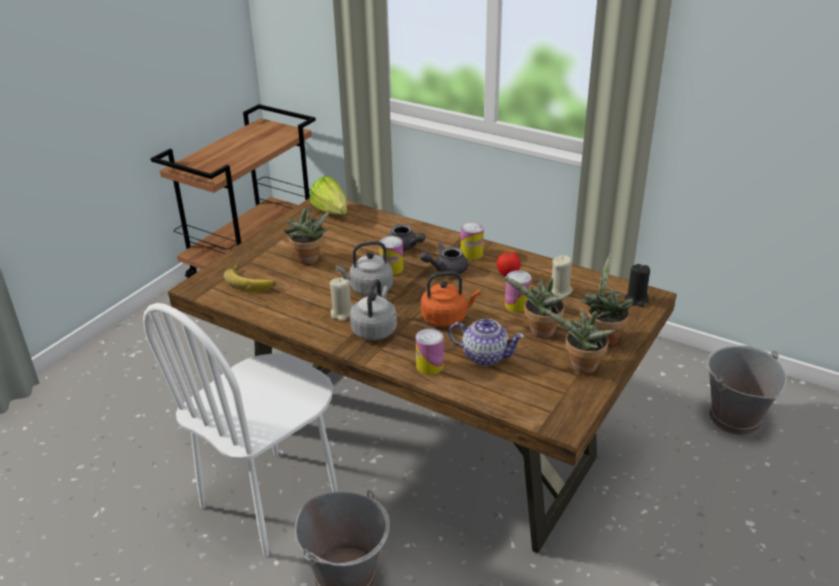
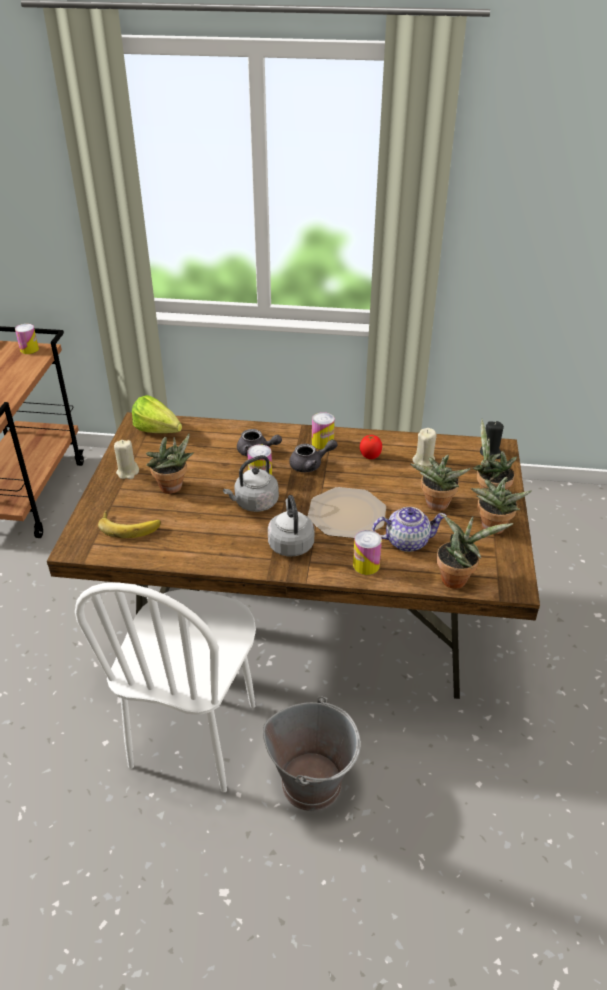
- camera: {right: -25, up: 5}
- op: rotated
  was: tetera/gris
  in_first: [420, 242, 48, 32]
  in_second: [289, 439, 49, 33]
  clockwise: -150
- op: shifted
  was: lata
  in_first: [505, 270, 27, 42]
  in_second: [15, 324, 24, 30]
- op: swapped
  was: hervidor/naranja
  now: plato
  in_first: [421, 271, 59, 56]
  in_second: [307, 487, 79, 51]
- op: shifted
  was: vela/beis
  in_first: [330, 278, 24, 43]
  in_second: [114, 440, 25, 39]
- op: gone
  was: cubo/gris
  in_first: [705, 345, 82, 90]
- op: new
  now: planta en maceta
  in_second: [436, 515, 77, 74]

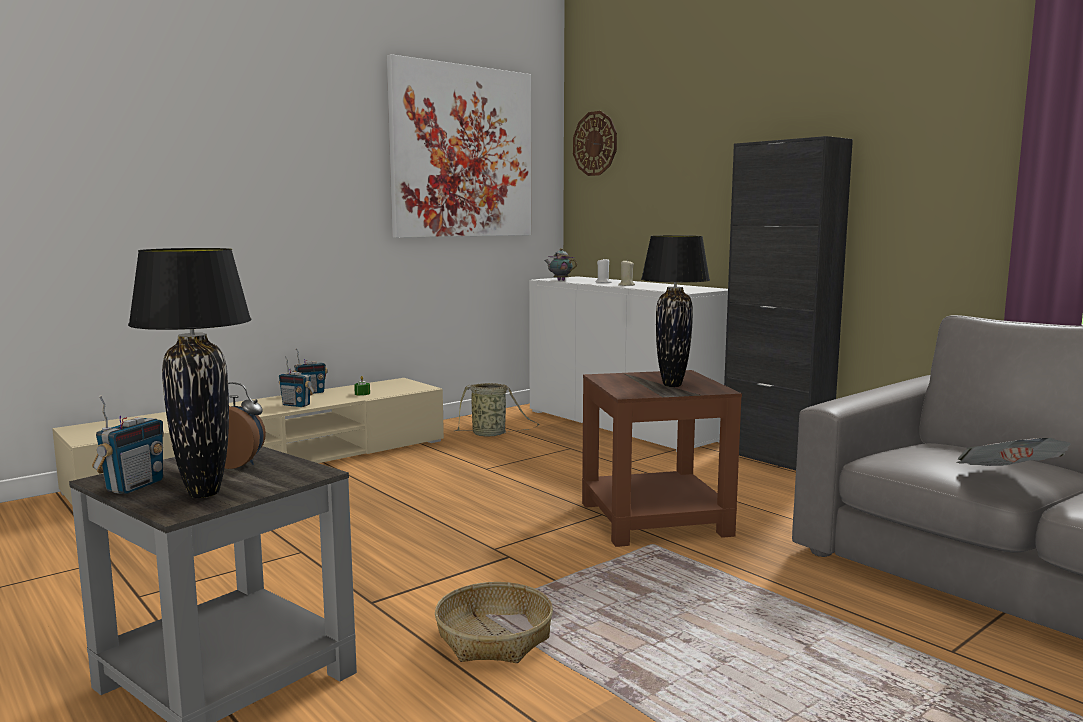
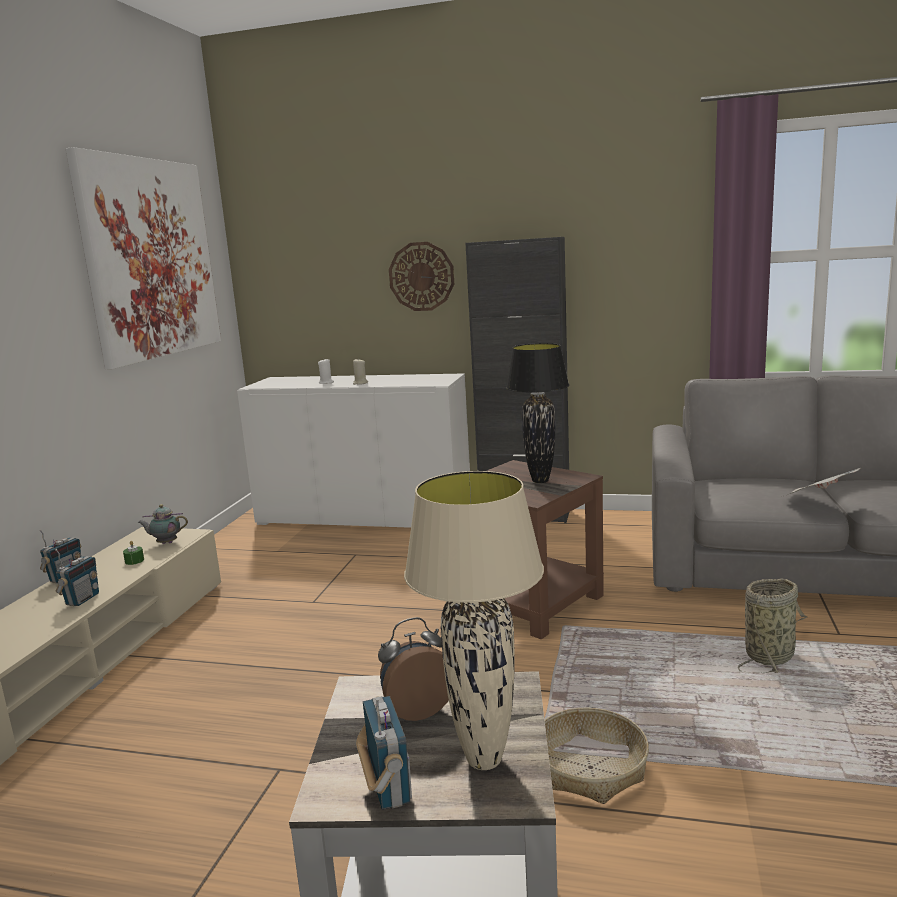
- camera: {right: -35, up: 5}
- op: shifted
  was: reloj de pared
  in_first: [573, 111, 44, 65]
  in_second: [389, 242, 65, 69]
- op: repainted
  was: lámpara de mesa/negro
  now: lámpara de mesa/beis
  in_first: [128, 248, 123, 250]
  in_second: [404, 471, 140, 299]
- op: shifted
  was: tetera
  in_first: [544, 248, 33, 33]
  in_second: [138, 504, 50, 40]
- op: rotated
  was: radio
  in_first: [279, 356, 36, 51]
  in_second: [55, 549, 44, 57]
  clockwise: -60
- op: shifted
  was: cesta
  in_first: [454, 383, 86, 53]
  in_second: [738, 579, 70, 94]

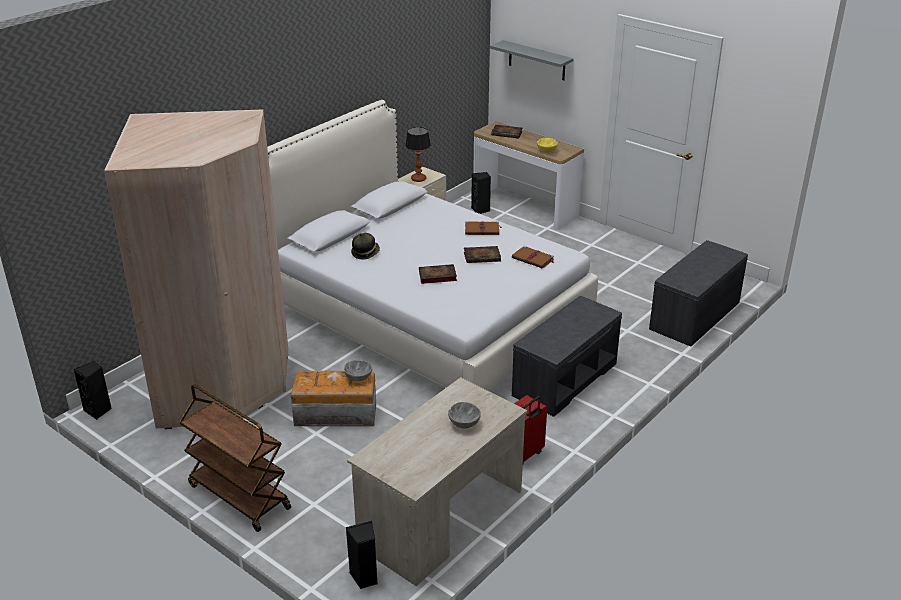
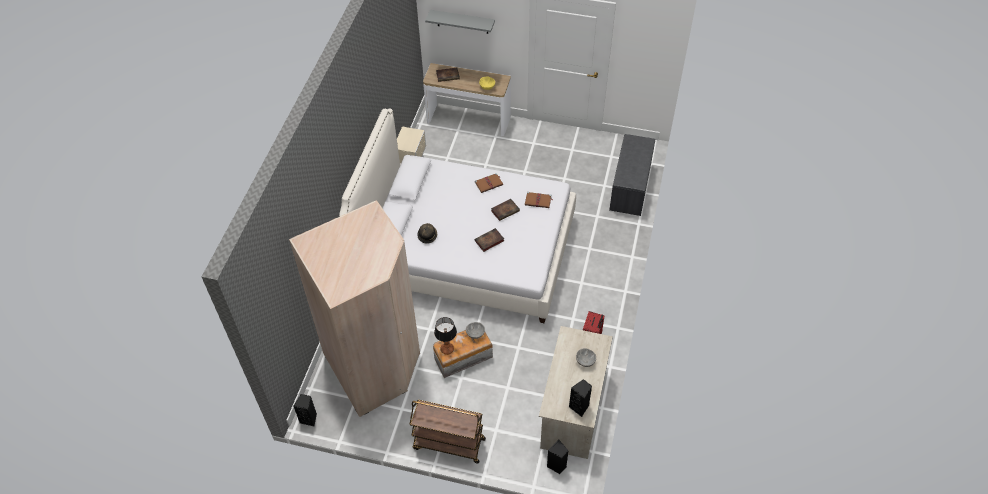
- camera: {right: -25, up: 20}
- op: shifted
  was: lámpara de mesa
  in_first: [405, 127, 26, 55]
  in_second: [434, 317, 23, 38]
- op: shifted
  was: altavoz/negro
  in_first: [471, 172, 20, 42]
  in_second: [569, 379, 23, 38]
- op: gone
  was: banco/gris
  in_first: [512, 296, 110, 121]

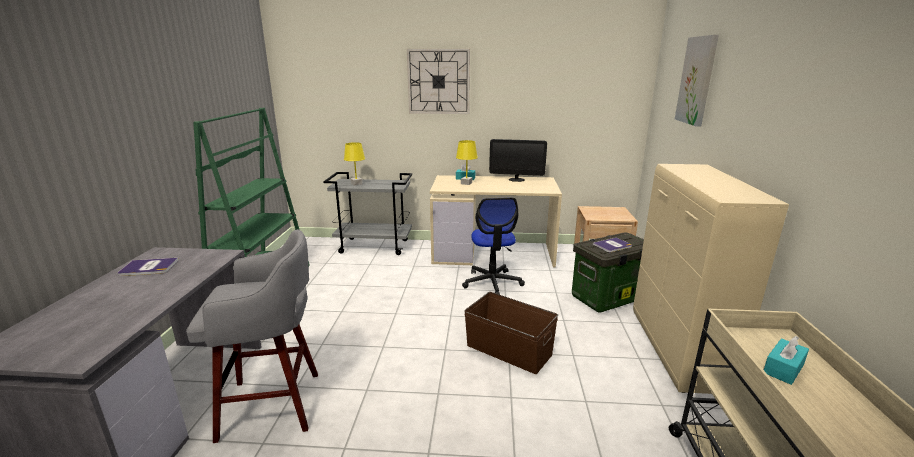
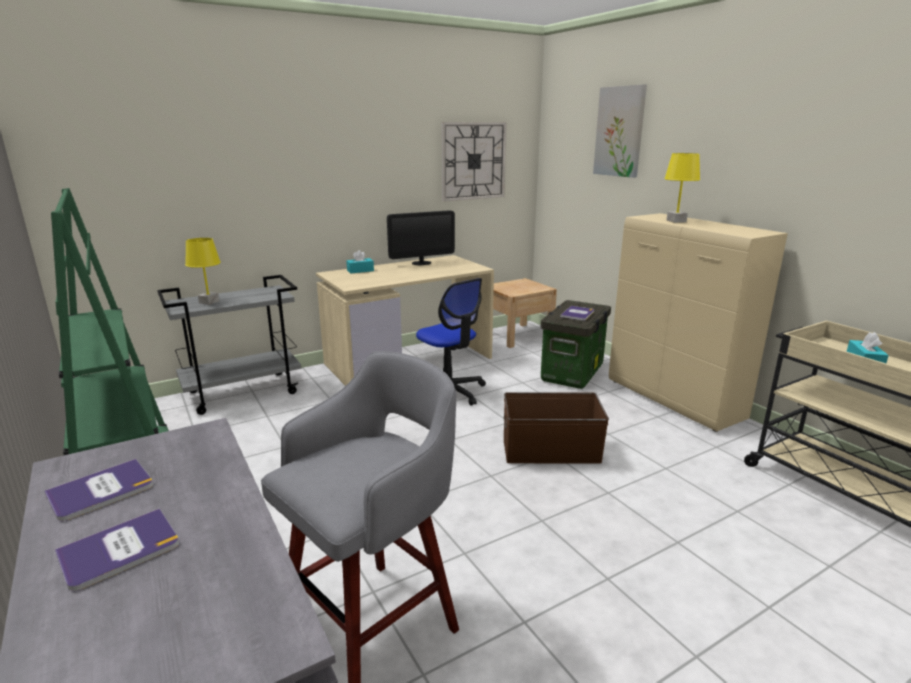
- camera: {right: -35, up: 0}
- op: shifted
  was: reloj de pared
  in_first: [407, 49, 63, 65]
  in_second: [441, 122, 66, 80]
- op: shifted
  was: lámpara de mesa/amarillo
  in_first: [456, 140, 22, 45]
  in_second: [664, 153, 36, 70]
- op: new
  now: libro
  in_second: [55, 508, 124, 84]

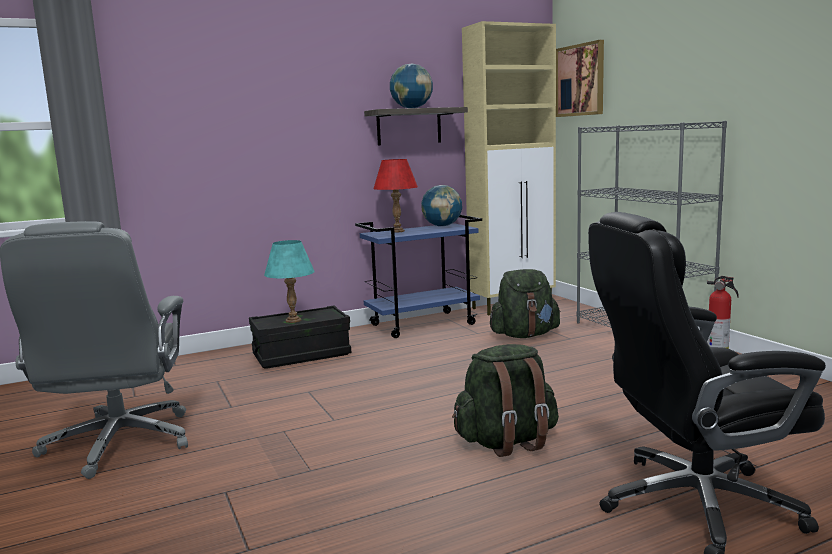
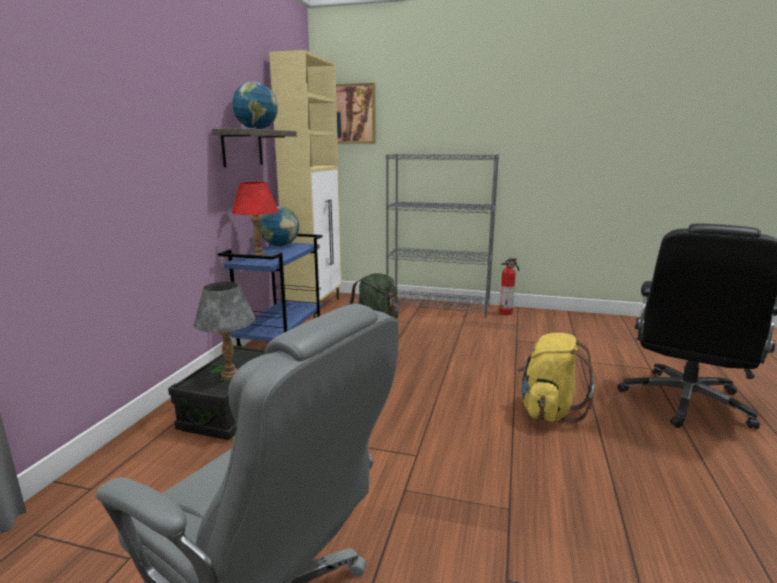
- camera: {right: -50, up: 5}
- op: repainted
  was: lámpara de mesa/turquesa
  now: lámpara de mesa/gris
  in_first: [264, 240, 51, 83]
  in_second: [193, 282, 62, 97]
- op: repainted
  was: mochila/verde
  now: mochila/amarillo
  in_first: [452, 344, 107, 113]
  in_second: [517, 333, 78, 90]

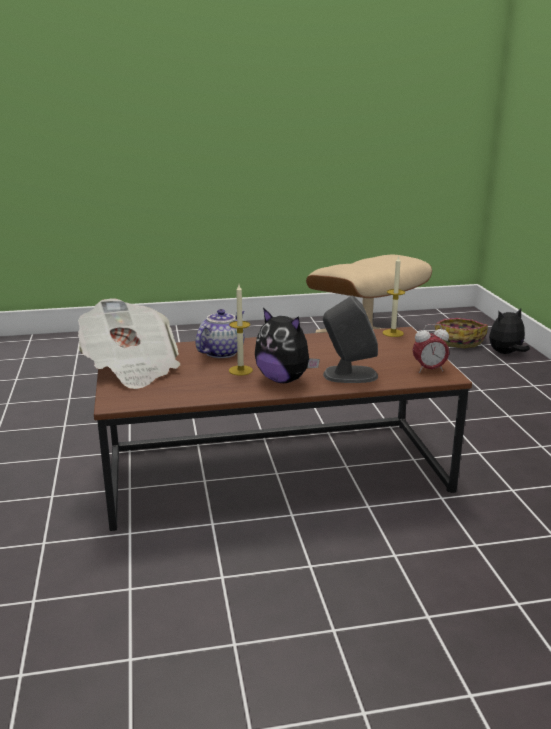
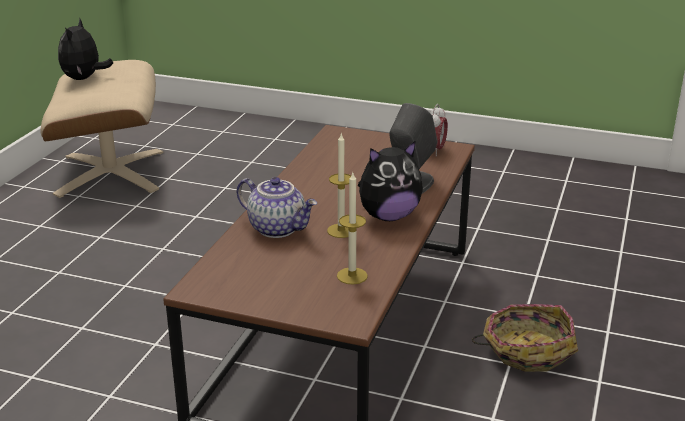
- camera: {right: -60, up: 5}
- op: shifted
  was: vela
  in_first: [382, 255, 23, 82]
  in_second: [337, 173, 31, 112]
- op: gone
  was: periódico
  in_first: [78, 299, 102, 90]
- op: shifted
  was: peluche
  in_first: [489, 308, 41, 46]
  in_second: [58, 18, 55, 62]
- op: rotated
  was: tetera
  in_first: [195, 309, 50, 49]
  in_second: [237, 177, 80, 61]
  clockwise: 150
- op: shifted
  was: cesta
  in_first: [434, 318, 54, 30]
  in_second: [472, 304, 106, 68]

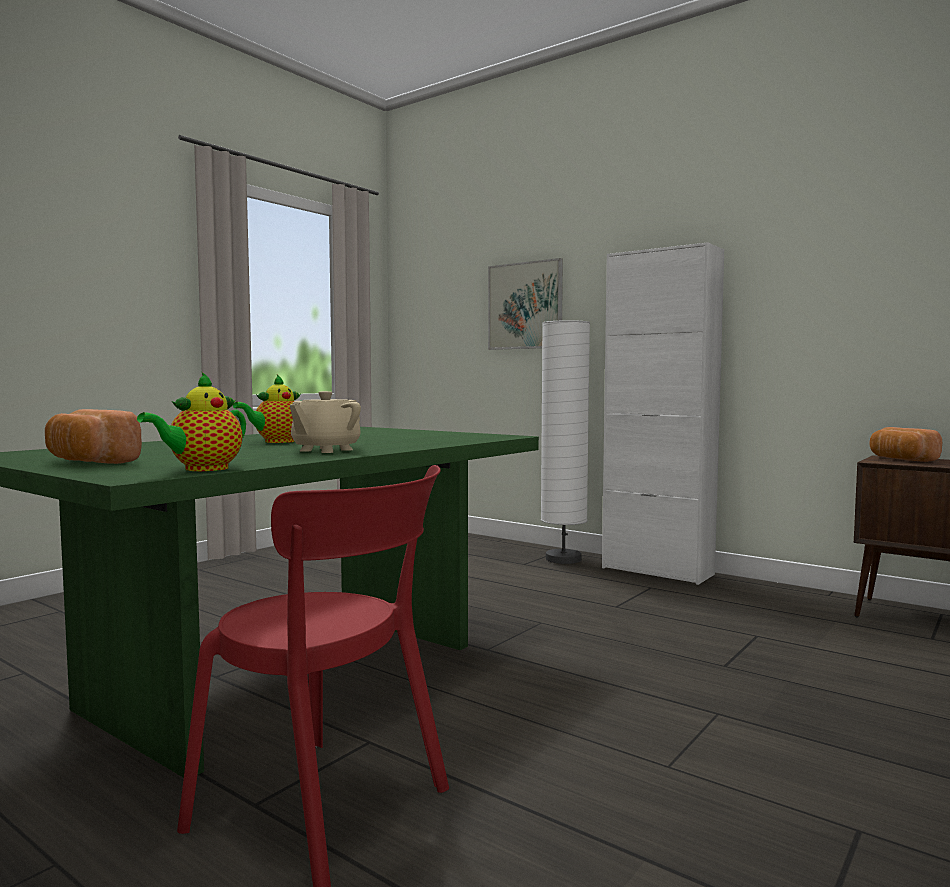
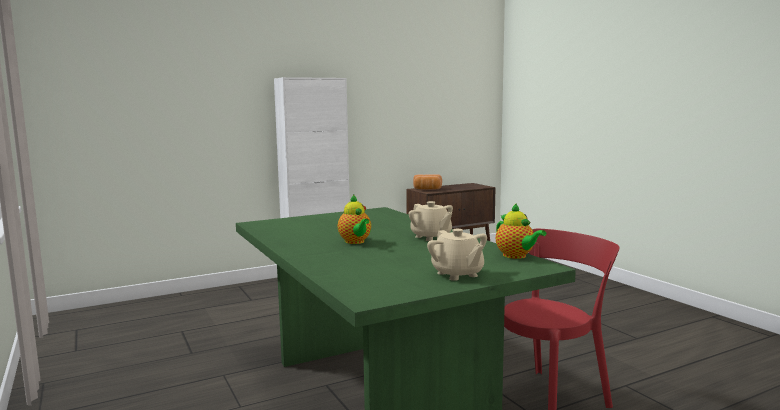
- camera: {right: -65, up: 5}
- op: gone
  was: cuadro
  in_first: [488, 258, 75, 92]
- op: gone
  was: lámpara de pie/blanco
  in_first: [541, 320, 49, 244]
- op: swapped
  was: pan
  now: tetera/beis
  in_first: [45, 409, 97, 55]
  in_second: [427, 229, 60, 52]

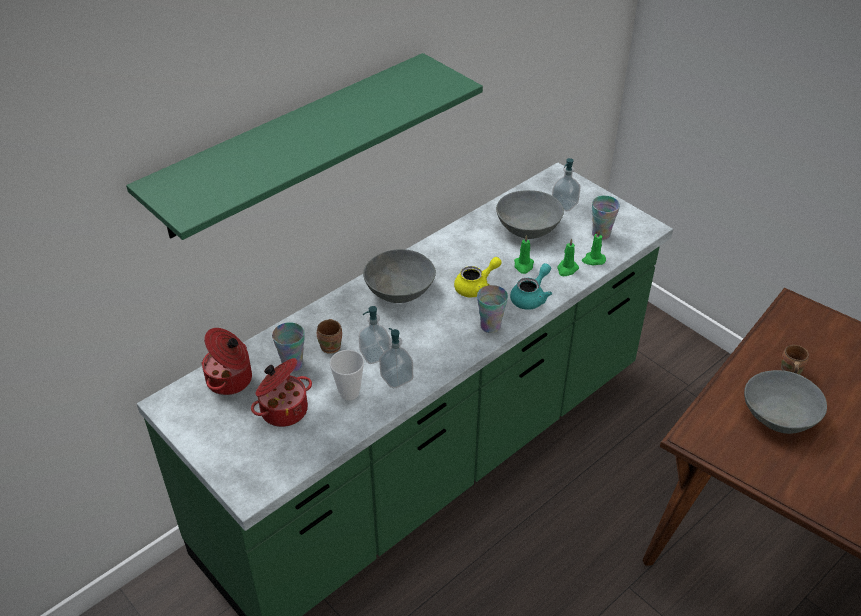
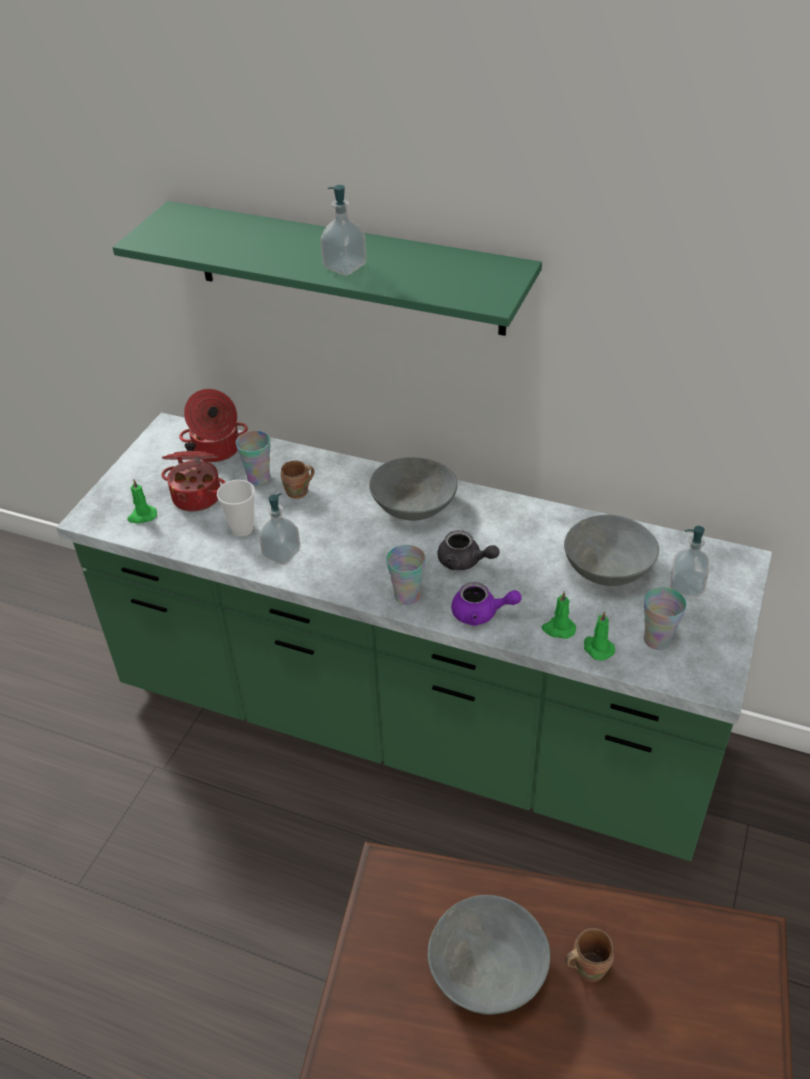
- camera: {right: 65, up: 0}
- op: shifted
  was: vela/verde
  in_first: [514, 235, 20, 39]
  in_second: [127, 479, 30, 45]
- op: repainted
  was: tetera/amarillo
  now: tetera/gris
  in_first: [454, 257, 48, 41]
  in_second: [437, 530, 63, 40]
- op: repainted
  was: tetera/turquesa
  now: tetera/morado
  in_first: [510, 263, 42, 47]
  in_second: [451, 582, 71, 44]
- op: shifted
  was: dispensador de jabón
  in_first: [359, 306, 32, 58]
  in_second: [320, 185, 46, 91]

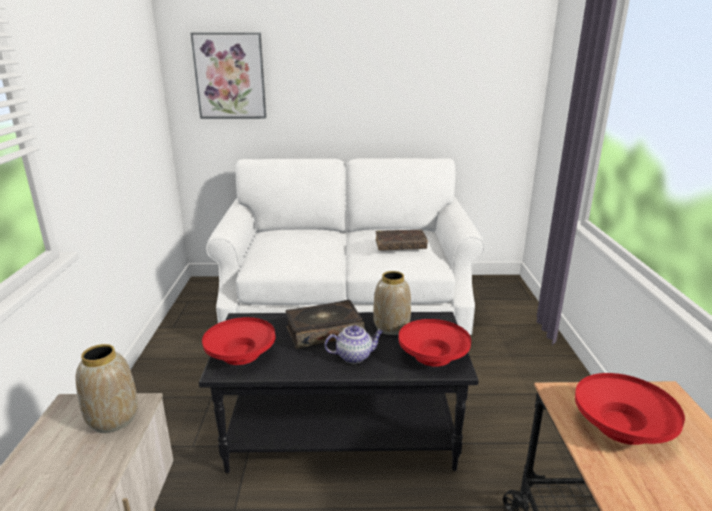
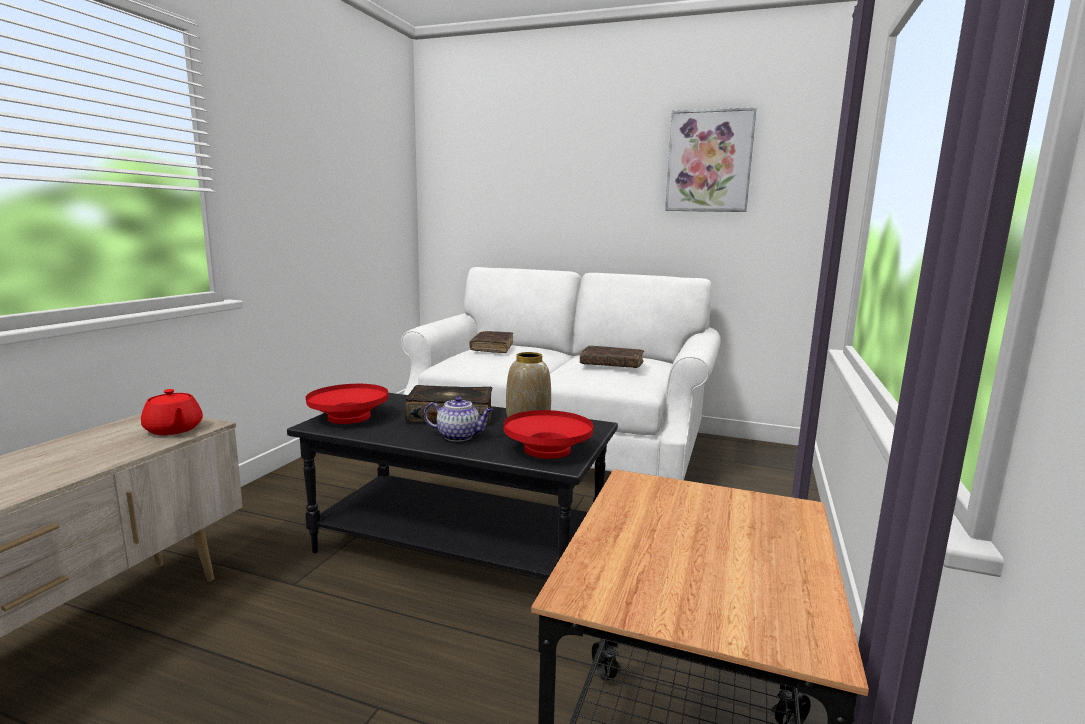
- camera: {right: 20, up: -10}
- op: shifted
  was: cuadro
  in_first: [190, 32, 76, 87]
  in_second: [665, 107, 91, 105]
- op: swapped
  was: florero
  now: tetera/rojo
  in_first: [76, 344, 62, 89]
  in_second: [141, 389, 62, 46]
- op: gone
  was: cuenco/rojo
  in_first: [575, 373, 110, 72]
- op: new
  now: libro/marrón
  in_second: [469, 331, 44, 22]

